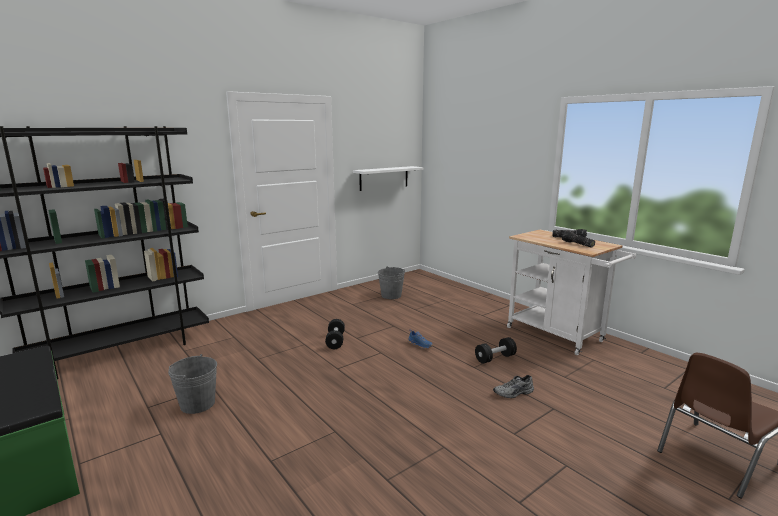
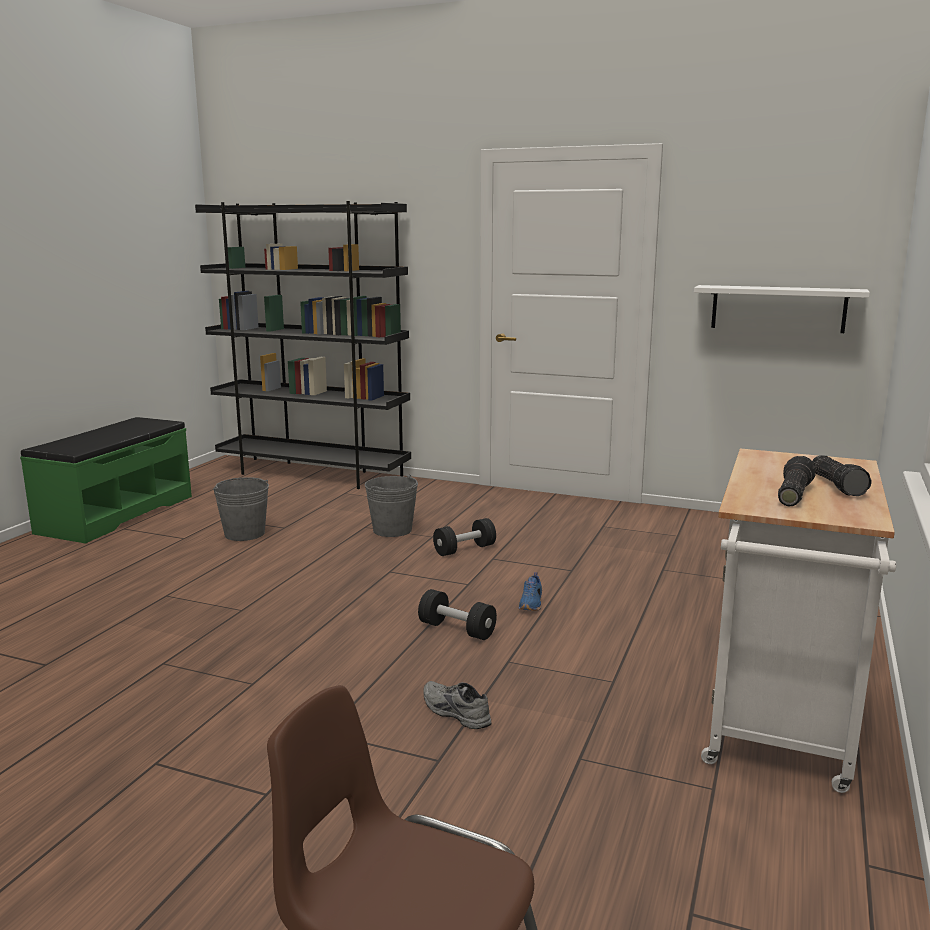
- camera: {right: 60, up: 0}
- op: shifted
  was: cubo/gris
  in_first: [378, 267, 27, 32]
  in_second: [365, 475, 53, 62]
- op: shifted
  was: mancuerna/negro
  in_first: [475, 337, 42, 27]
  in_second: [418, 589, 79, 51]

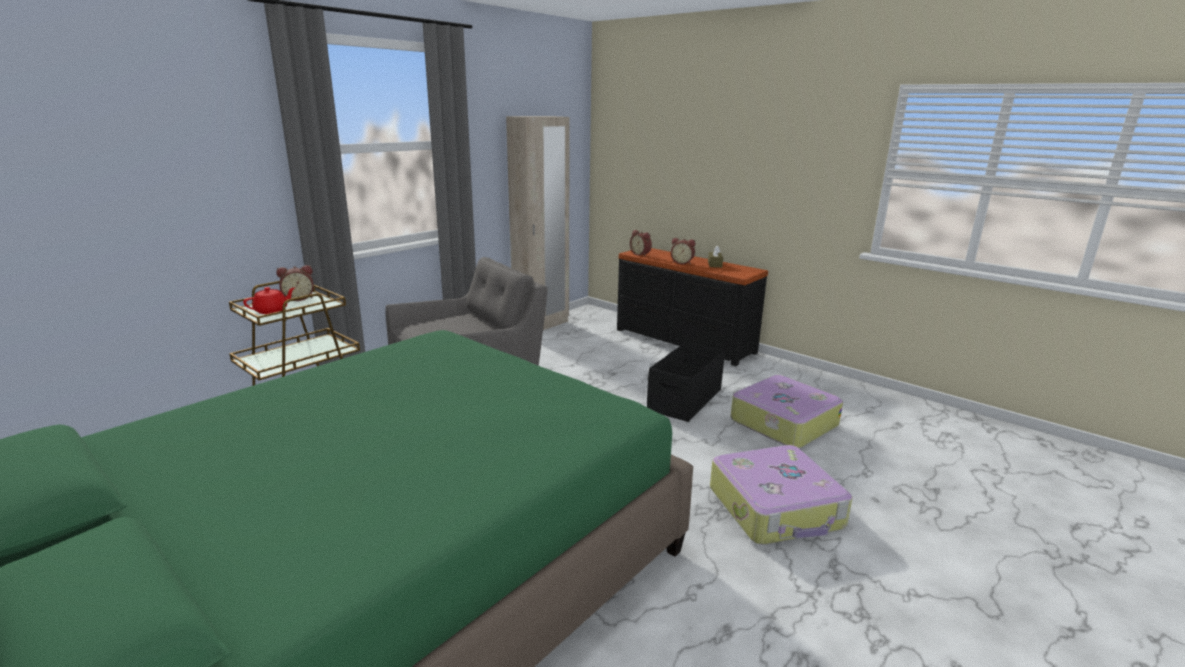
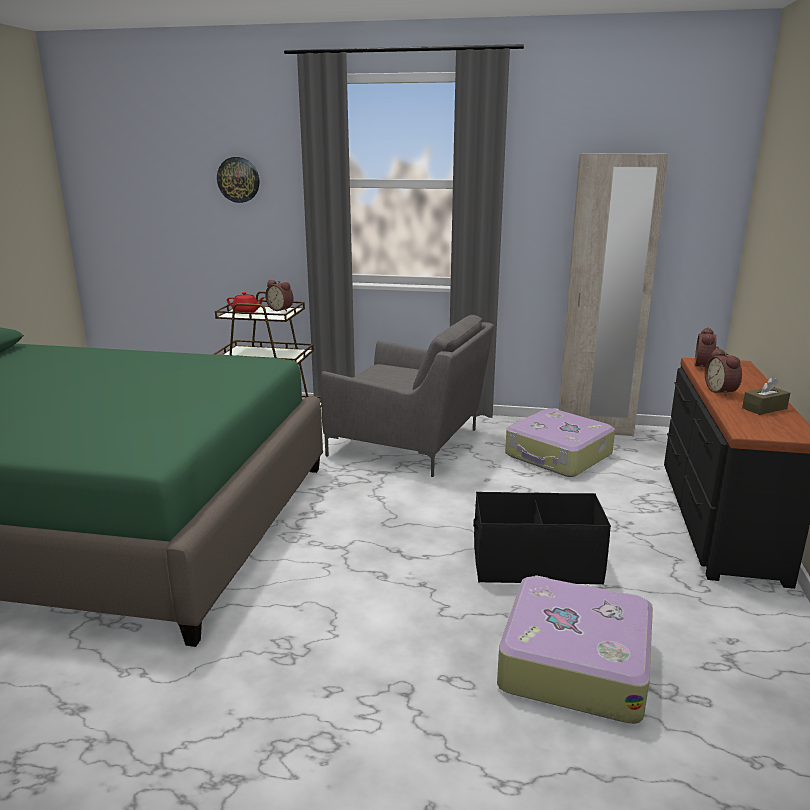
- camera: {right: 60, up: 0}
- op: shifted
  was: maleta
  in_first: [710, 445, 142, 100]
  in_second: [505, 408, 110, 69]
- op: new
  now: reloj de pared
  in_second: [217, 157, 42, 46]

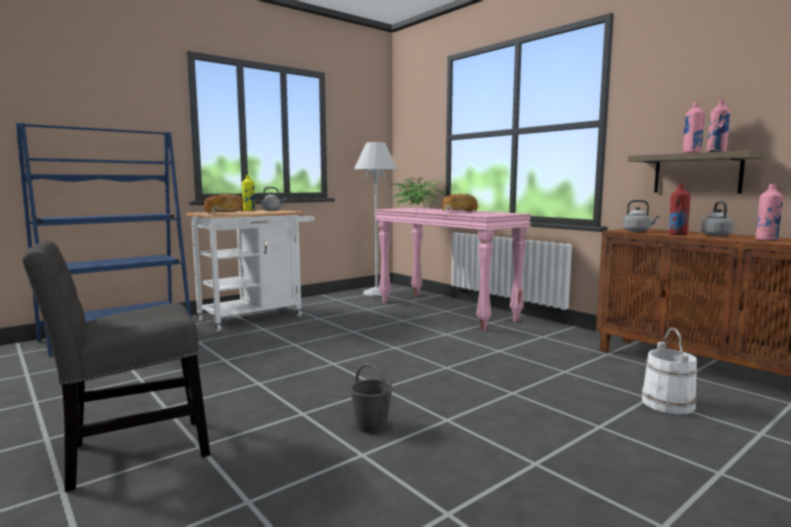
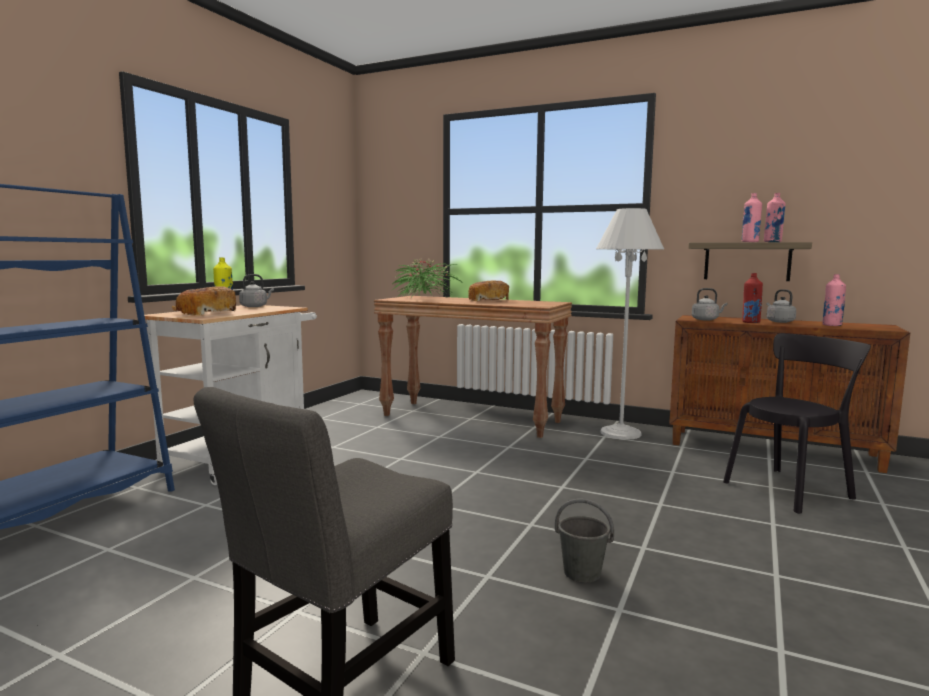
- camera: {right: -25, up: 0}
- op: shifted
  was: lámpara de pie/blanco
  in_first: [354, 142, 43, 154]
  in_second: [596, 208, 68, 232]
- op: repainted
  was: mesa consola/rosa
  now: mesa consola/marrón
  in_first: [376, 208, 155, 123]
  in_second: [374, 296, 198, 142]
- op: swapped
  was: cubo/blanco
  now: silla/negro
  in_first: [642, 328, 55, 86]
  in_second: [723, 333, 148, 181]

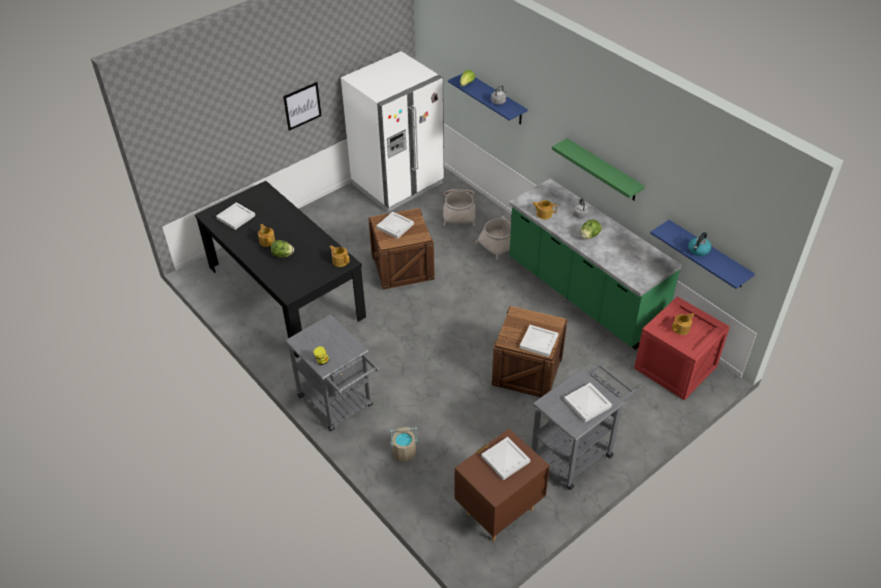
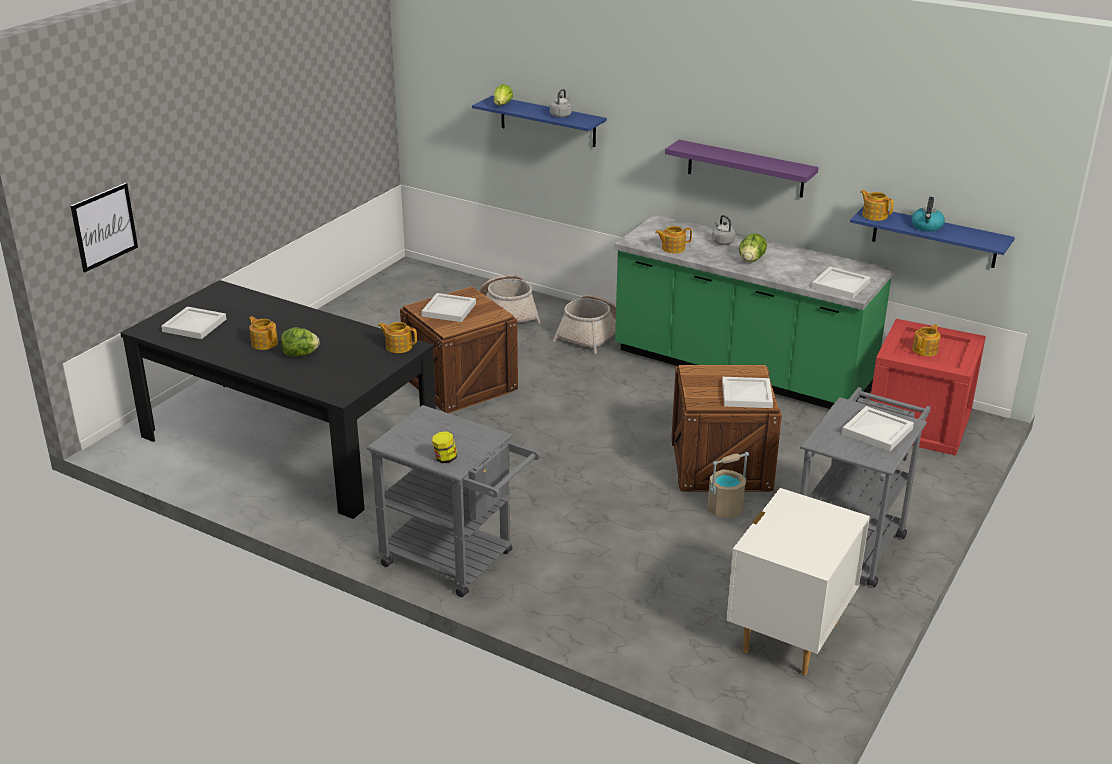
- camera: {right: -20, up: -15}
- op: gone
  was: nevera/blanco
  in_first: [341, 51, 103, 161]
- op: shifted
  was: cuadro
  in_first: [283, 82, 39, 49]
  in_second: [71, 183, 67, 89]
- op: repainted
  was: estante/verde
  now: estante/morado
  in_first: [552, 138, 93, 63]
  in_second: [665, 140, 154, 58]
- op: shifted
  was: cubo/beis
  in_first: [389, 427, 29, 35]
  in_second: [708, 452, 41, 66]
- op: repainted
  was: mesita de noche/marrón
  now: mesita de noche/blanco
  in_first: [454, 429, 96, 112]
  in_second: [727, 488, 143, 188]
- op: shifted
  was: bandeja/blanco
  in_first: [481, 437, 49, 43]
  in_second: [811, 267, 60, 32]
- op: new
  now: tetera
  in_second: [860, 190, 34, 31]

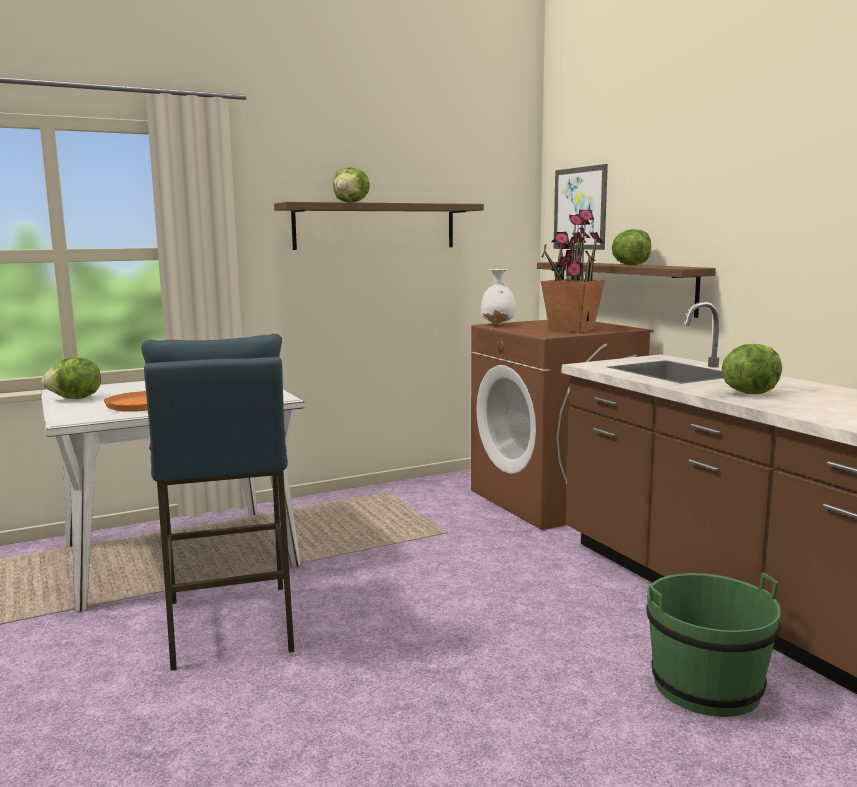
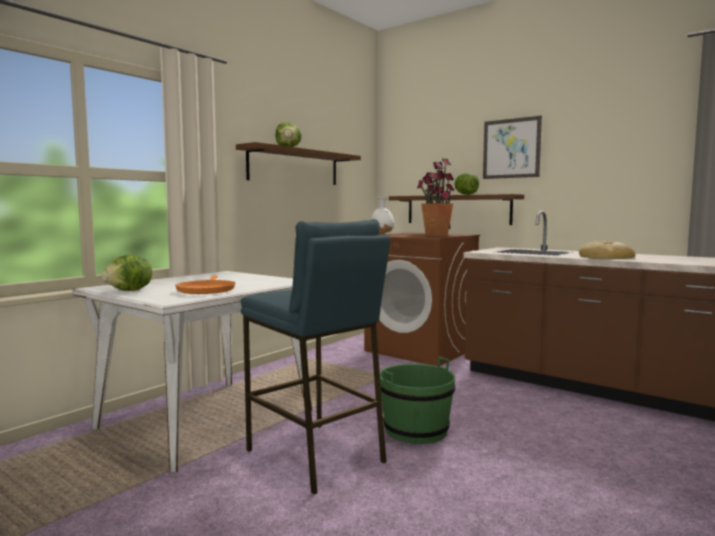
- camera: {right: -25, up: -5}
- op: shifted
  was: cuadro
  in_first: [554, 164, 54, 86]
  in_second: [483, 116, 59, 63]
- op: swapped
  was: lechuga
  now: pan
  in_first: [722, 344, 60, 50]
  in_second: [579, 241, 57, 18]
- op: shifted
  was: cubo/verde
  in_first: [646, 572, 135, 145]
  in_second: [380, 357, 75, 87]

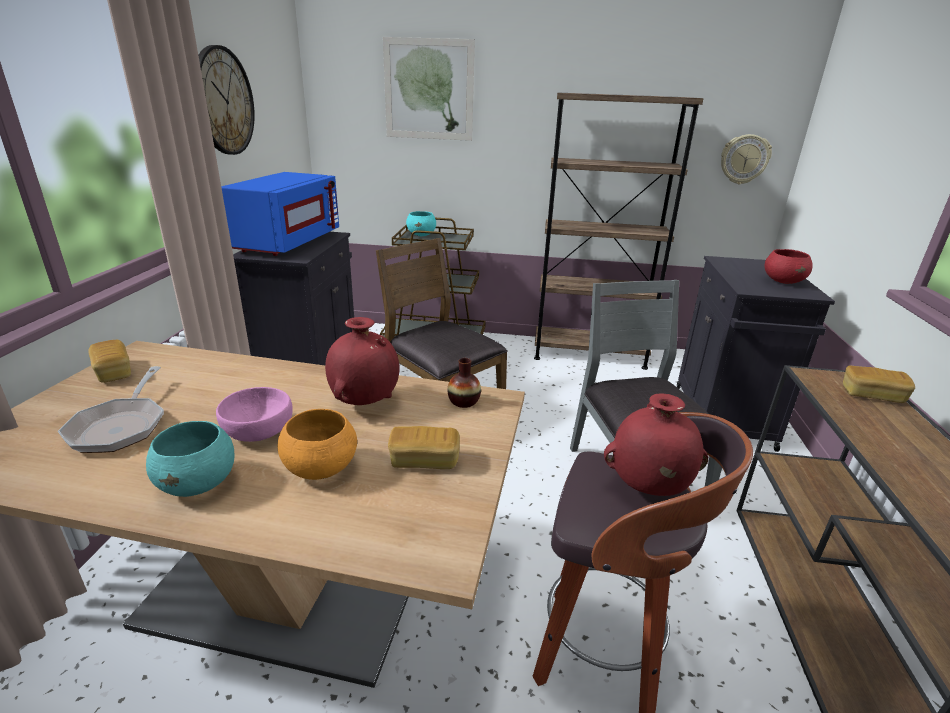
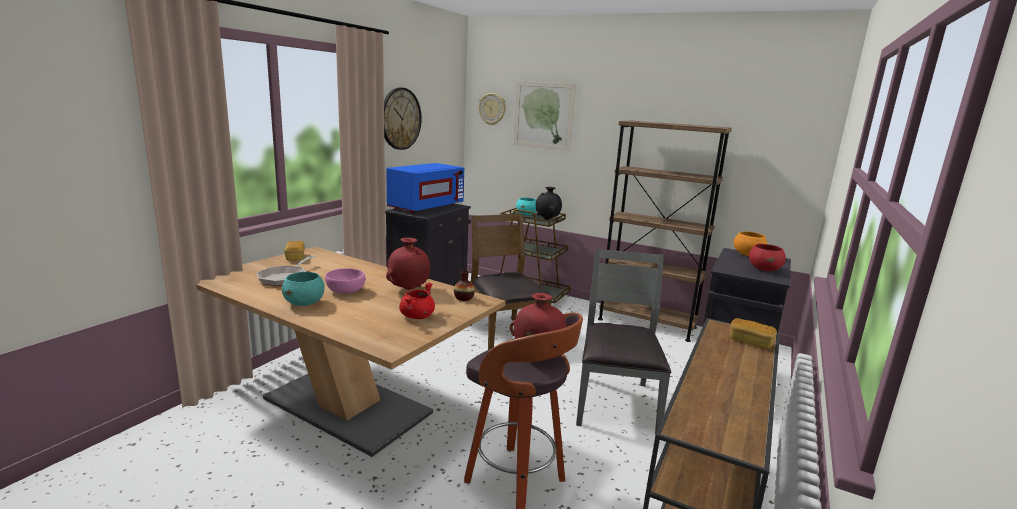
- camera: {right: 20, up: -10}
- op: shifted
  was: reloj de pared
  in_first: [721, 134, 51, 51]
  in_second: [478, 93, 28, 32]
- op: shifted
  was: cuenco/naranja
  in_first: [277, 409, 80, 71]
  in_second: [734, 231, 33, 25]
- op: swapped
  was: pan
  now: olla/rojo
  in_first: [388, 426, 72, 43]
  in_second: [399, 282, 36, 37]
- op: new
  now: florero/negro
  in_second: [536, 187, 26, 33]

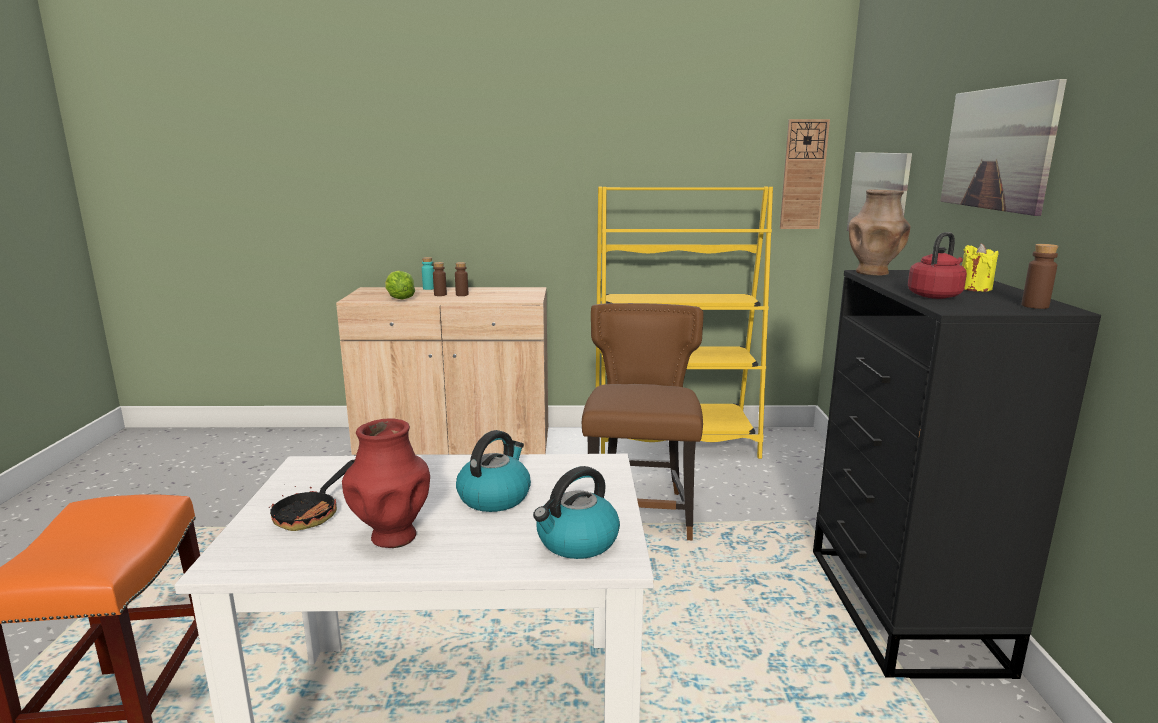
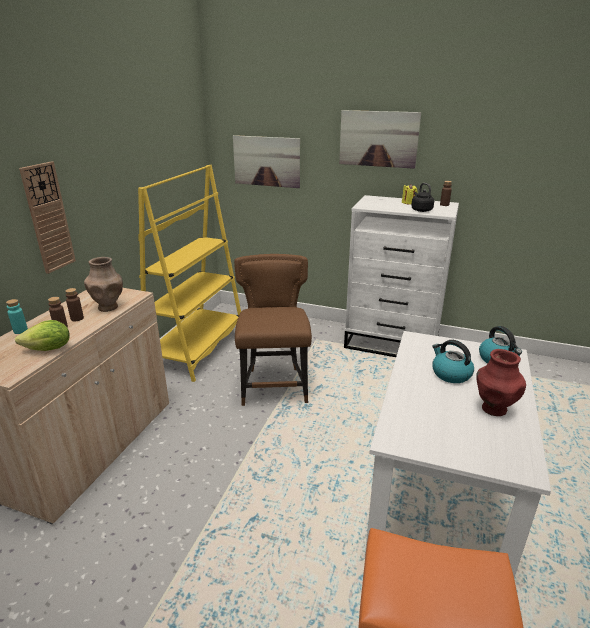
- camera: {right: -70, up: 10}
- op: shifted
  was: reloj de pared
  in_first: [780, 119, 50, 110]
  in_second: [19, 161, 57, 113]
- op: shifted
  was: florero/marrón
  in_first: [849, 189, 61, 87]
  in_second: [84, 257, 39, 55]
- op: repainted
  was: hervidor/rojo
  now: hervidor/negro
  in_first: [908, 232, 59, 67]
  in_second: [411, 183, 23, 29]
- op: repainted
  was: cómoda/negro
  now: cómoda/blanco
  in_first: [813, 270, 288, 409]
  in_second: [344, 195, 115, 162]
- op: rotated
  was: silla/marrón
  in_first: [582, 303, 121, 238]
  in_second: [234, 254, 78, 152]
  clockwise: 60
- op: gone
  was: sartén
  in_first: [269, 459, 86, 72]

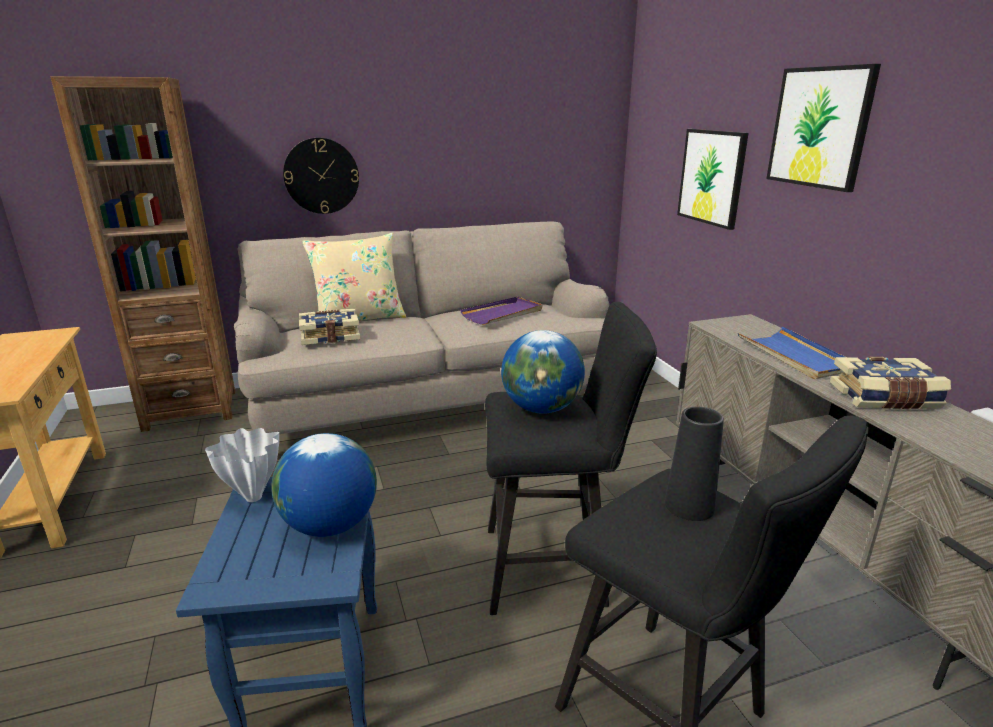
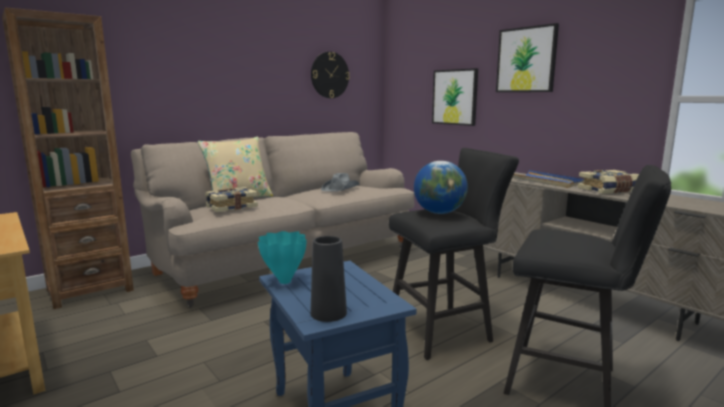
- camera: {right: -20, up: -10}
- op: shifted
  was: reloj de pared
  in_first: [283, 138, 76, 76]
  in_second: [311, 52, 39, 46]
- op: swapped
  was: bandeja/morado
  now: sombrero/gris
  in_first: [460, 297, 82, 28]
  in_second: [321, 173, 38, 19]
- op: shifted
  was: florero/negro
  in_first: [665, 407, 59, 114]
  in_second: [310, 236, 37, 86]
- op: repainted
  was: florero/blanco
  now: florero/turquesa
  in_first: [205, 428, 74, 74]
  in_second: [258, 231, 49, 53]
- op: gone
  was: globo terráqueo
  in_first: [271, 433, 106, 104]

